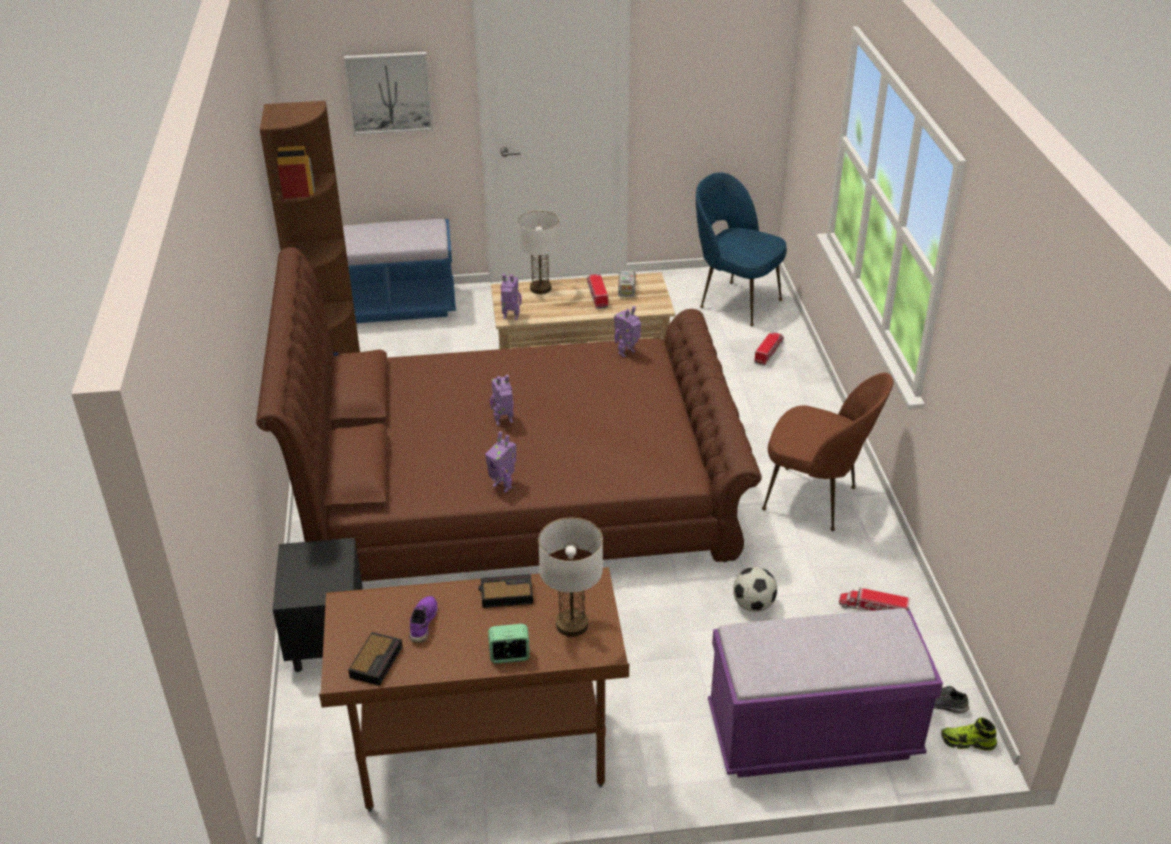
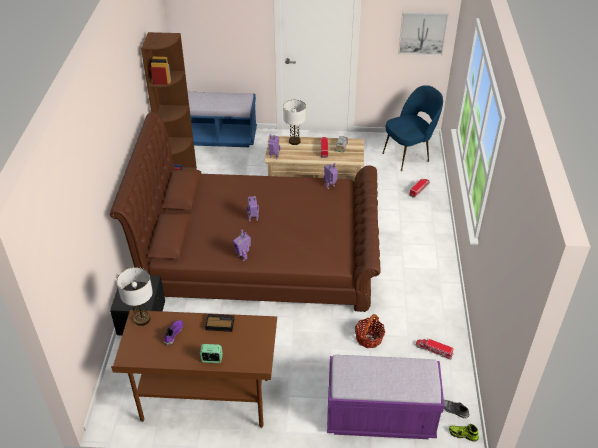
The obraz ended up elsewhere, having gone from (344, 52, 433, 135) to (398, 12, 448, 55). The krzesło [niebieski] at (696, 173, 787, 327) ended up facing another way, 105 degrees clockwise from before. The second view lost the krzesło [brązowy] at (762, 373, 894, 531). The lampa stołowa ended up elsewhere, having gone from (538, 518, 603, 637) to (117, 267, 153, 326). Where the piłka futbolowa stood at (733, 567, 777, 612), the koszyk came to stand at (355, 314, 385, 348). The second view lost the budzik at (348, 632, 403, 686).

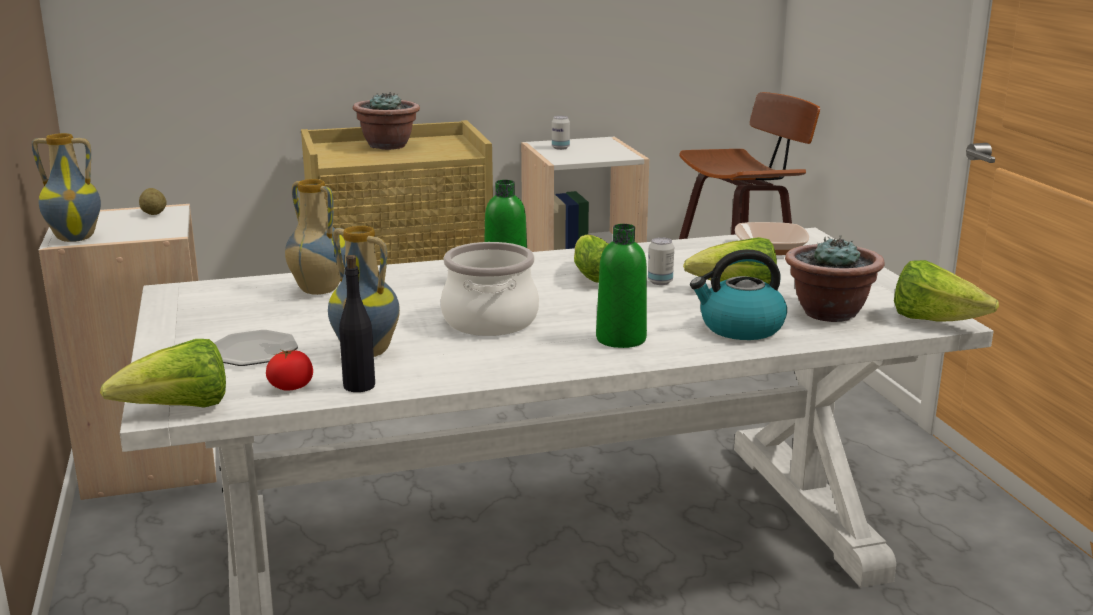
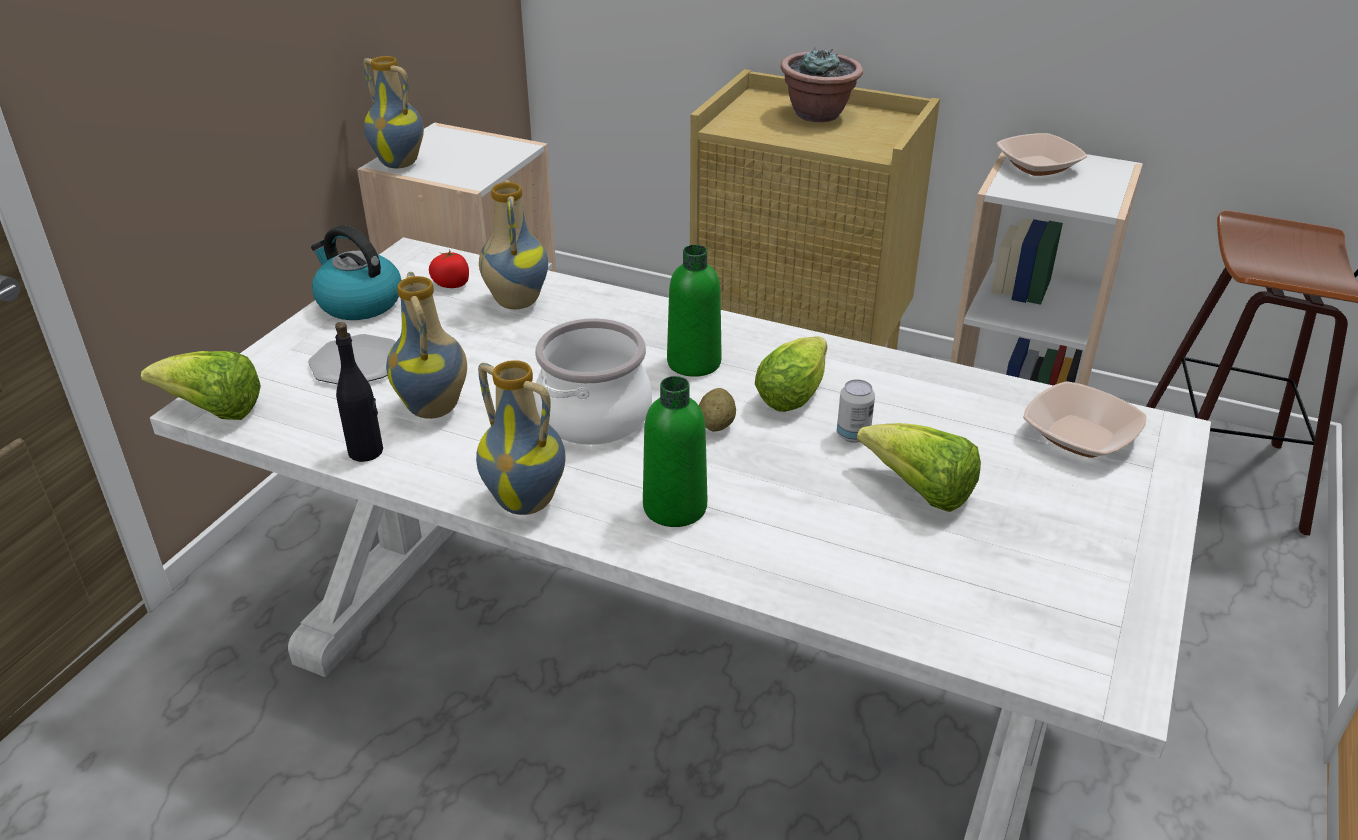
Where the puszka stood at (552, 116, 570, 150), the miska came to stand at (997, 133, 1087, 176). The ziemniak ended up elsewhere, having gone from (139, 188, 167, 215) to (699, 388, 736, 432). The second view lost the roślina doniczkowa at (785, 235, 885, 322). The czajnik ended up elsewhere, having gone from (690, 249, 787, 340) to (311, 225, 402, 320). The second view lost the sałata at (894, 260, 999, 322). The pomidor ended up elsewhere, having gone from (266, 349, 313, 391) to (429, 250, 469, 288). The second view gained the wazon at (476, 360, 566, 515).

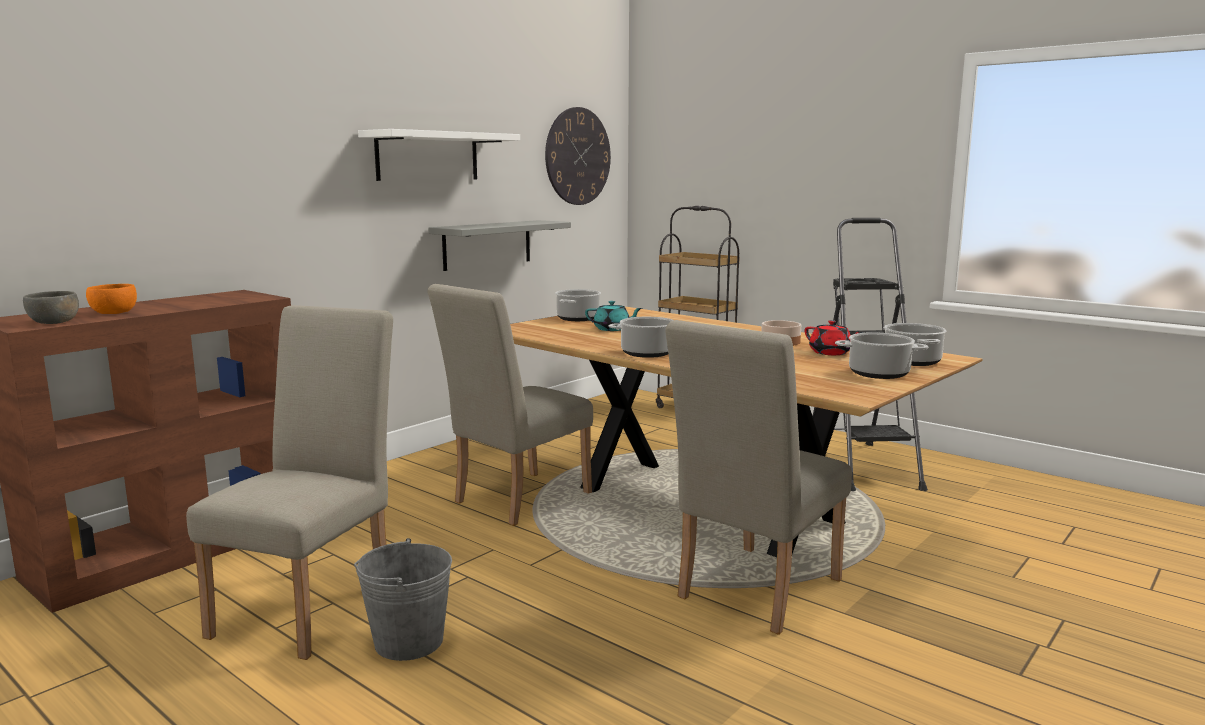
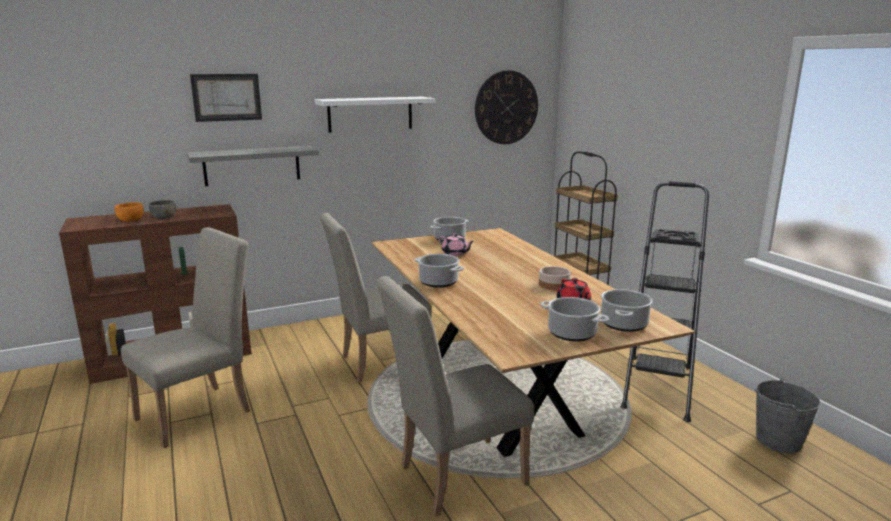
The półka [szary] ended up elsewhere, having gone from (428, 220, 571, 271) to (187, 146, 319, 186). The miska [szary] ended up elsewhere, having gone from (23, 291, 79, 324) to (149, 200, 176, 219). What was the imbryk [turkusowy] at (585, 301, 642, 331) turned into the imbryk [różowy] at (439, 233, 474, 256). The wiadro [szary] ended up elsewhere, having gone from (354, 538, 452, 661) to (755, 379, 821, 453). The second view gained the obraz at (190, 74, 262, 122).

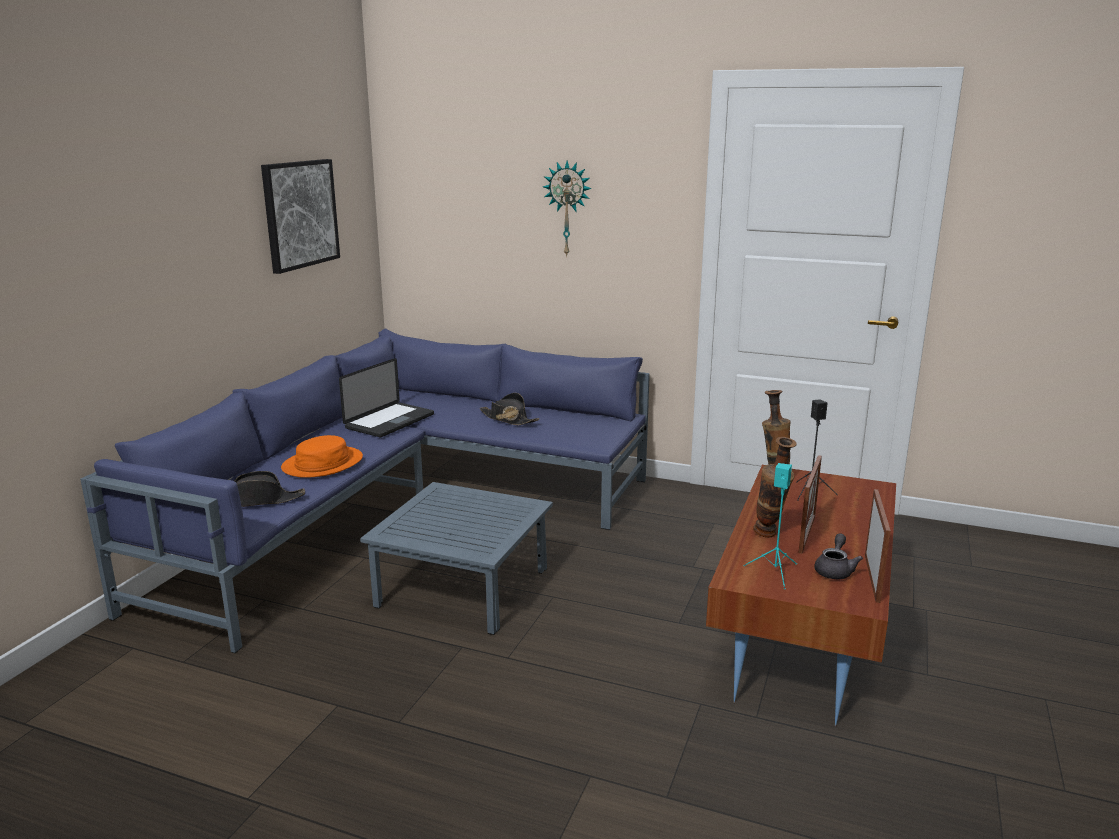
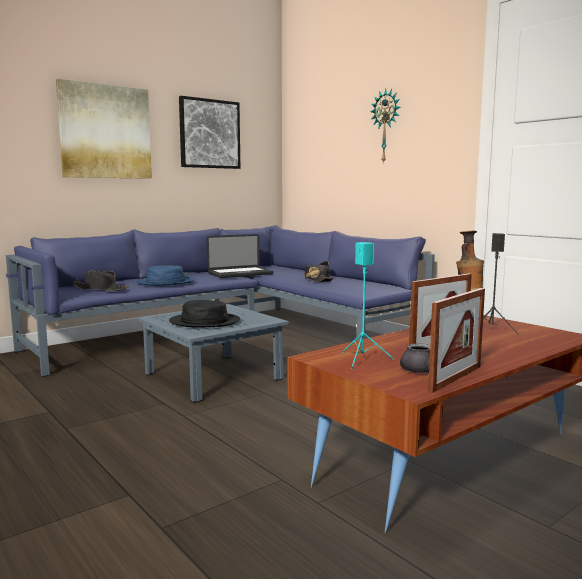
What was the kapelusz [pomarańczowy] at (281, 435, 363, 478) turned into the kapelusz [niebieski] at (136, 265, 195, 286). The second view lost the wazon at (753, 437, 797, 538). The second view gained the obraz at (56, 79, 152, 179). The second view gained the kapelusz [czarny] at (169, 300, 240, 328).

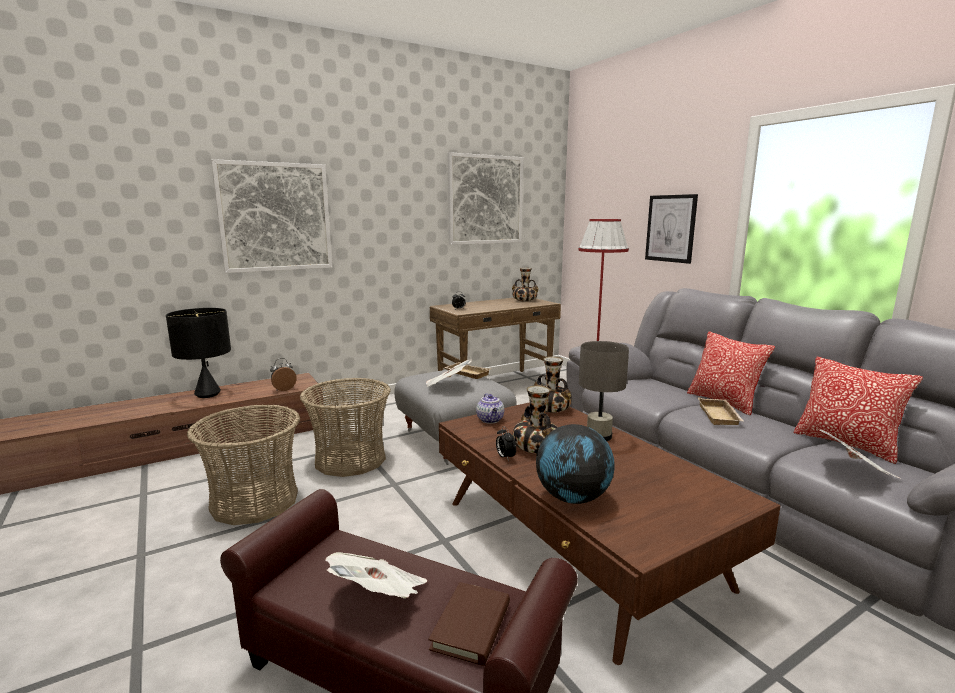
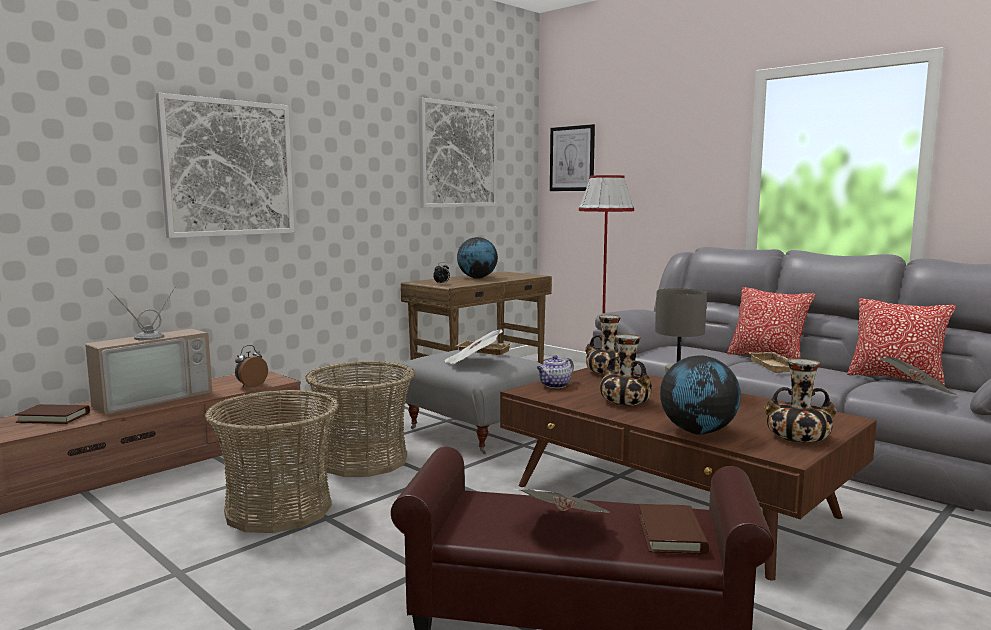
The obraz ended up elsewhere, having gone from (645, 194, 698, 264) to (550, 124, 595, 191). The wazon ended up elsewhere, having gone from (512, 268, 539, 302) to (764, 358, 836, 443). Where the lampa stołowa [czarny] stood at (166, 308, 231, 398), the telewizor came to stand at (85, 282, 212, 415). The imbryk at (476, 393, 504, 424) ended up facing another way, 75 degrees clockwise from before. The second view lost the budzik at (496, 426, 516, 461). The second view gained the globus at (457, 237, 498, 279). The second view gained the książka [brązowy] at (15, 404, 90, 424).

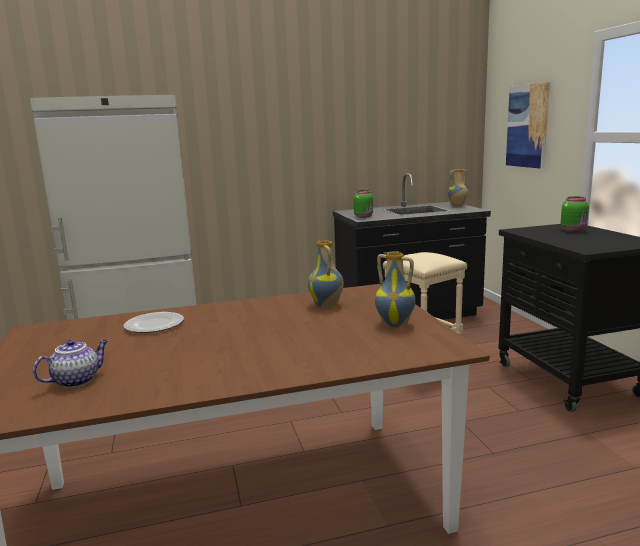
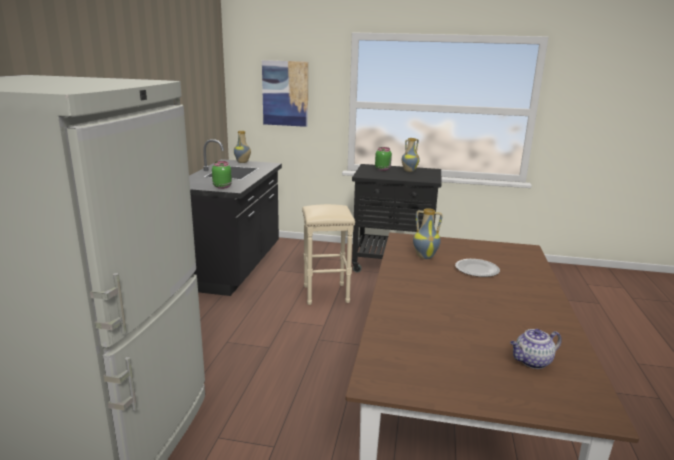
The wazon ended up elsewhere, having gone from (375, 252, 416, 328) to (401, 138, 420, 172). The talerz ended up elsewhere, having gone from (123, 312, 184, 333) to (455, 259, 500, 277). The imbryk at (33, 339, 108, 388) ended up facing another way, 90 degrees counterclockwise from before.

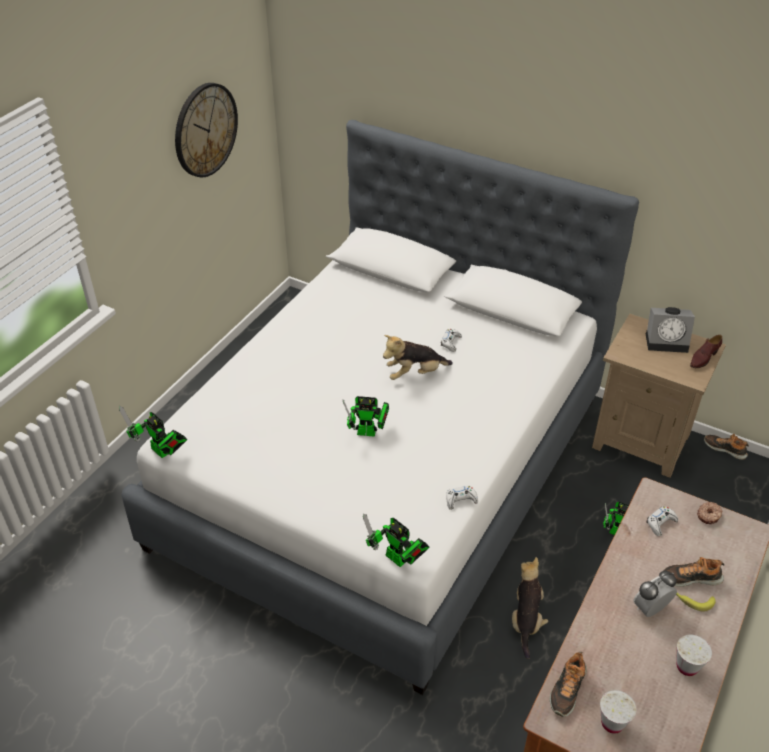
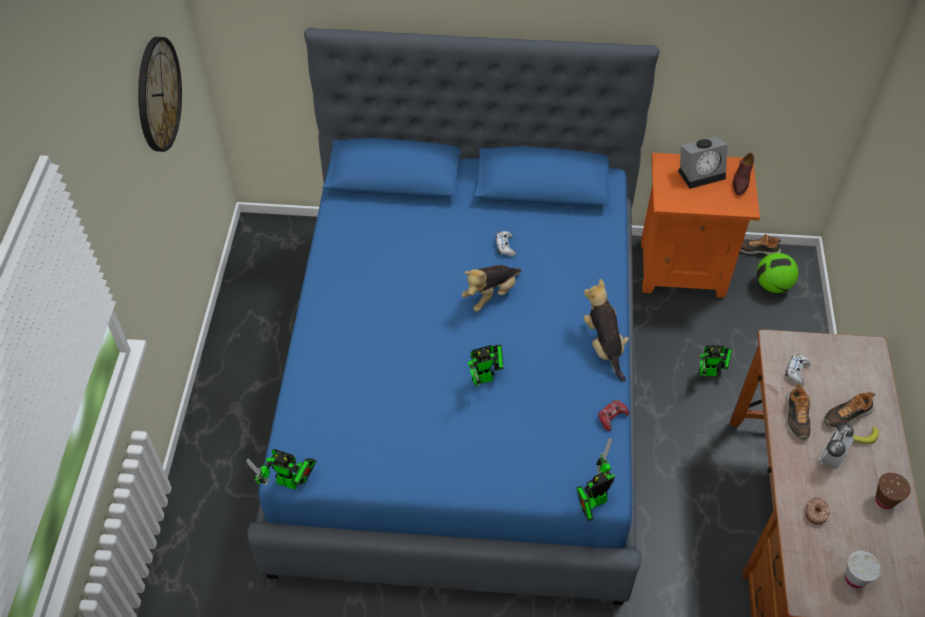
What was the łóżko [biały] at (121, 120, 639, 695) turned into the łóżko [niebieski] at (247, 27, 659, 605). What was the szafka nocna [beżowy] at (592, 314, 726, 478) turned into the szafka nocna [pomarańczowy] at (641, 153, 760, 298). What was the pad do gier [biały] at (446, 486, 478, 510) turned into the pad do gier [czerwony] at (598, 400, 630, 431). The donut ended up elsewhere, having gone from (697, 502, 723, 524) to (805, 497, 830, 525). The robot zabawkowy at (363, 514, 429, 567) ended up facing another way, 135 degrees clockwise from before. The pluszak ended up elsewhere, having gone from (512, 557, 548, 659) to (584, 279, 629, 382). What was the filiżanka [biały] at (676, 635, 712, 676) turned into the filiżanka [brązowy] at (875, 473, 911, 509). The but ended up elsewhere, having gone from (550, 652, 587, 717) to (786, 383, 811, 439). The second view gained the piłka futbolowa at (757, 253, 798, 293).

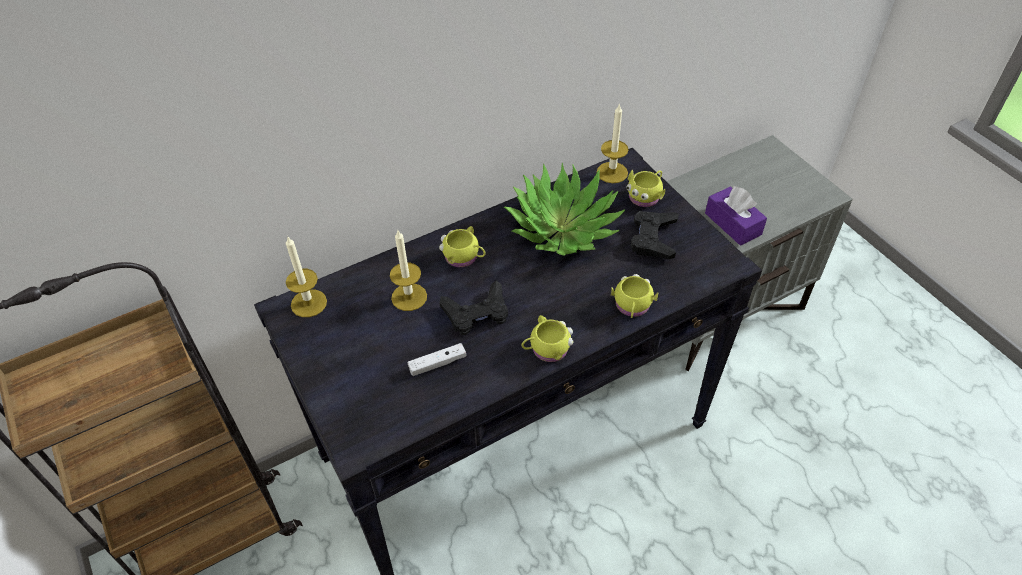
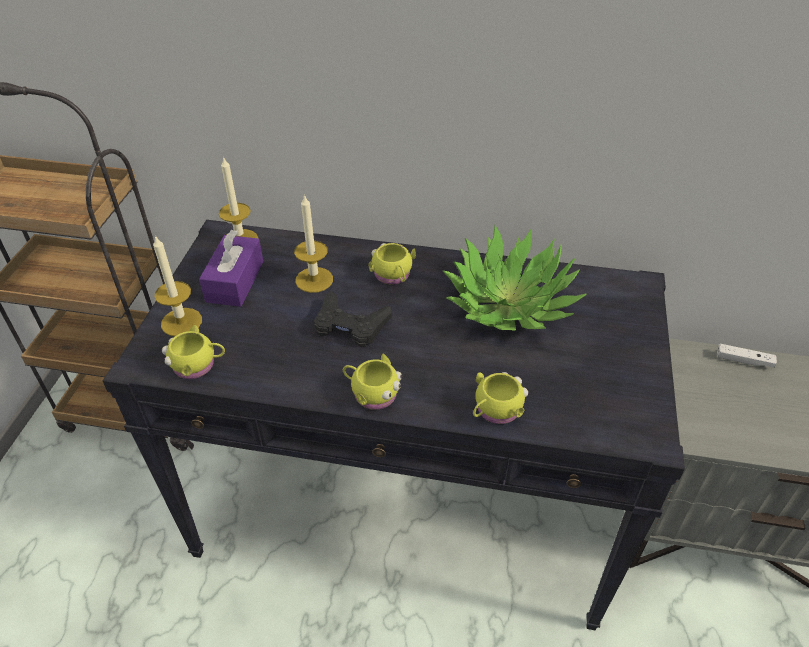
The świeca ended up elsewhere, having gone from (597, 103, 629, 183) to (153, 235, 202, 336). The kubek [żółty] ended up elsewhere, having gone from (626, 170, 665, 207) to (162, 325, 225, 379). The pudełko chusteczek [fioletowy] ended up elsewhere, having gone from (705, 186, 767, 246) to (199, 230, 263, 307). The second view lost the pad do gier [czarny] at (631, 211, 679, 259). The pad do gier [biały] ended up elsewhere, having gone from (407, 343, 466, 376) to (717, 344, 777, 368).

